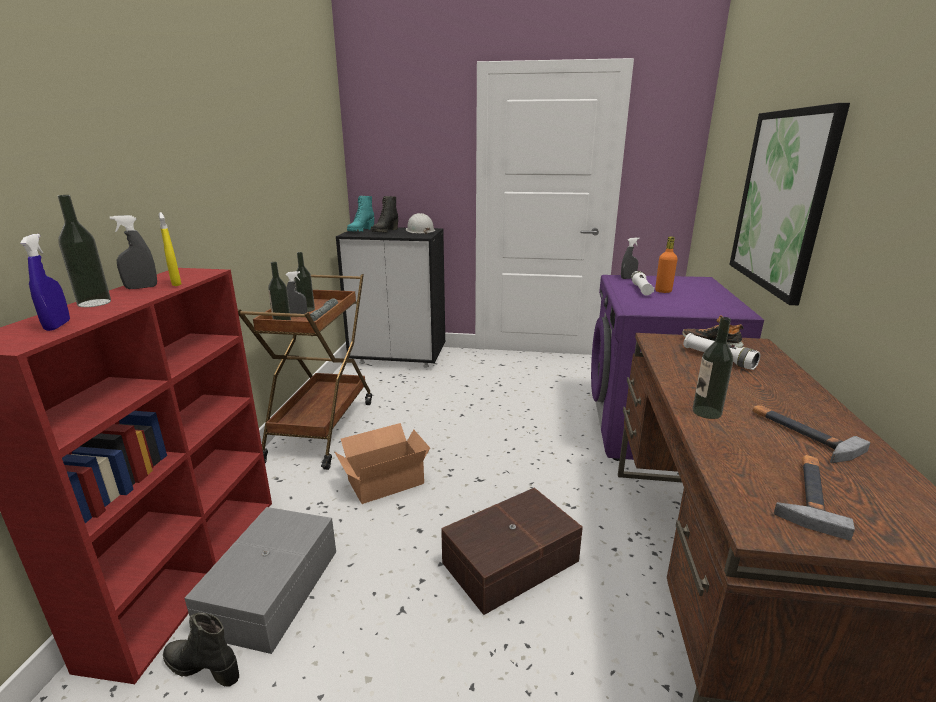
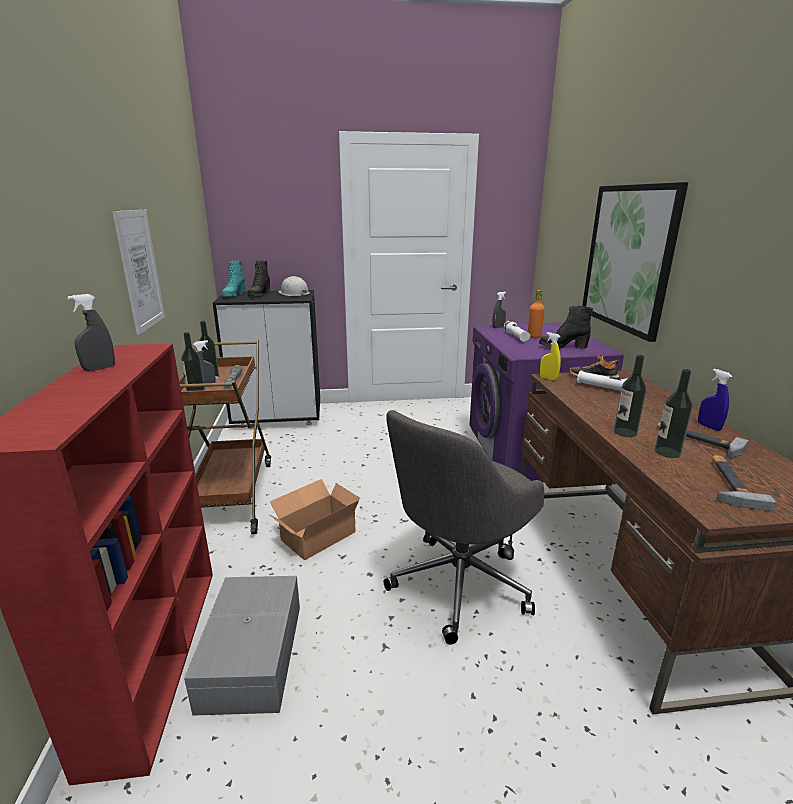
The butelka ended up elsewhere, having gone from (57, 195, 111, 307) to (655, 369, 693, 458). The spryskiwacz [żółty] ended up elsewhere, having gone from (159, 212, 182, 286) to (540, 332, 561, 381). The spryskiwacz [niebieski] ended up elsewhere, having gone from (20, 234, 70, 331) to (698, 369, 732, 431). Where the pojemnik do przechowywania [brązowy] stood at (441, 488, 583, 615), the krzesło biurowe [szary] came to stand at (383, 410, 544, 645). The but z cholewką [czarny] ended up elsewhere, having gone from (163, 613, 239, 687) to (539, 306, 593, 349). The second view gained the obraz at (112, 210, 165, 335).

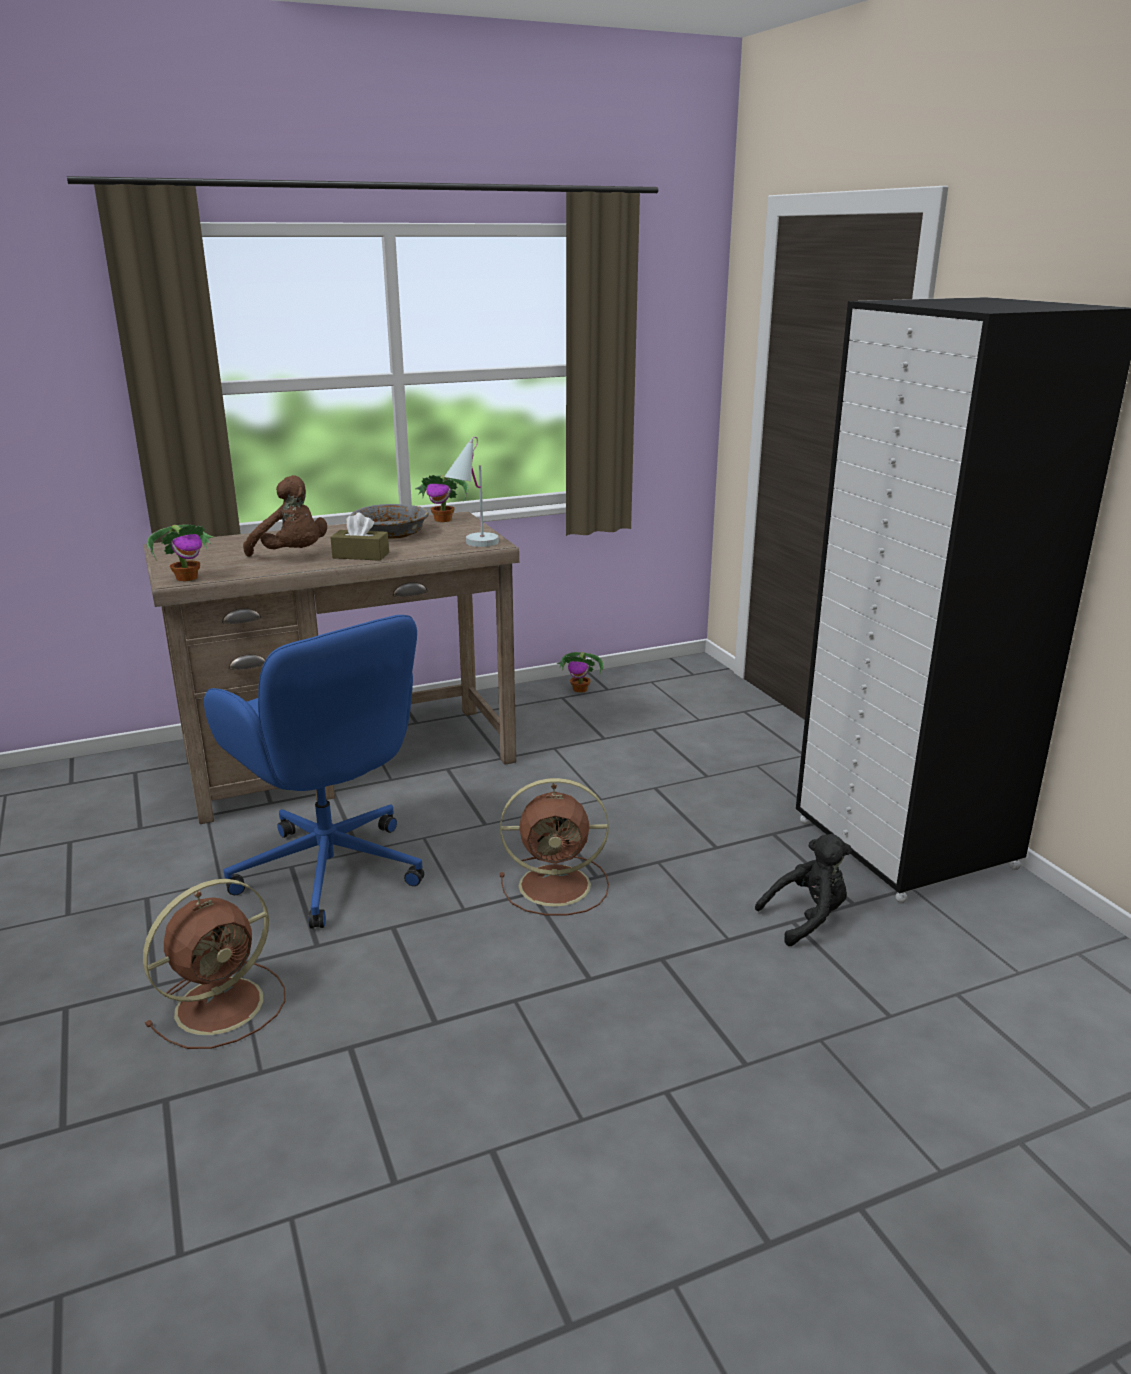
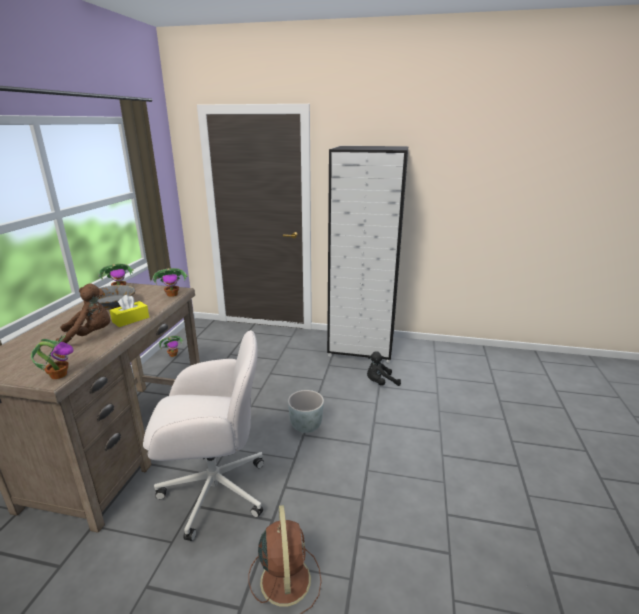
Where the lampa stołowa [biały] stood at (444, 436, 499, 547), the roślina doniczkowa came to stand at (152, 268, 187, 297). What was the pudełko chusteczek [brązowy] at (330, 513, 389, 561) turned into the pudełko chusteczek [żółty] at (110, 295, 149, 327). What was the krzesło biurowe [niebieski] at (204, 615, 424, 929) turned into the krzesło biurowe [biały] at (143, 330, 264, 541). Where the wentylator [brązowy] stood at (500, 778, 609, 916), the donica [szary] came to stand at (288, 390, 324, 433). The pluszak [czarny] at (755, 834, 852, 946) ended up facing another way, 120 degrees counterclockwise from before.

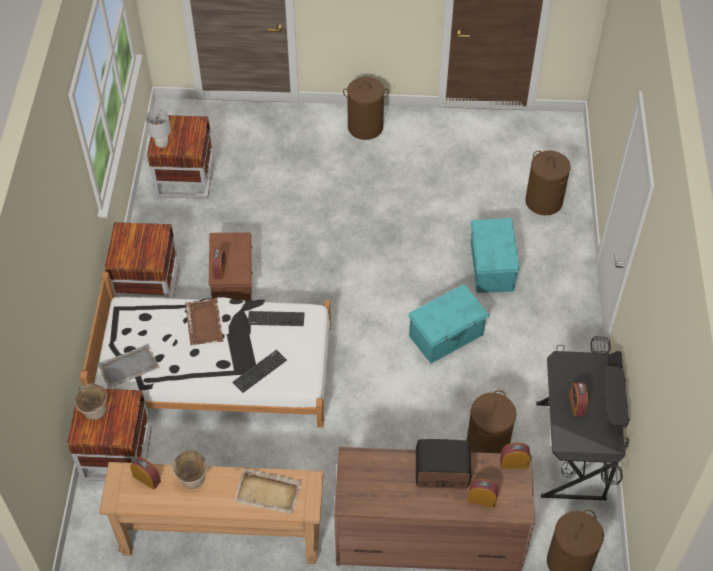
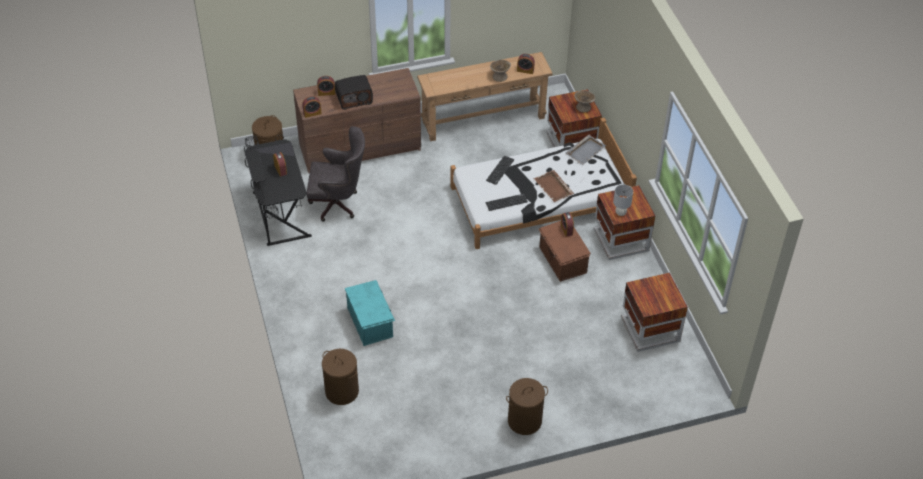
The lampa stołowa [szary] ended up elsewhere, having gone from (146, 109, 171, 148) to (613, 184, 633, 216). The second view lost the pojemnik do przechowywania [turkusowy] at (408, 284, 490, 363). Where the kosz na pranie [brązowy] stood at (467, 390, 516, 453), the krzesło biurowe [szary] came to stand at (306, 126, 365, 222). The second view lost the taca [beżowy] at (233, 468, 302, 514).

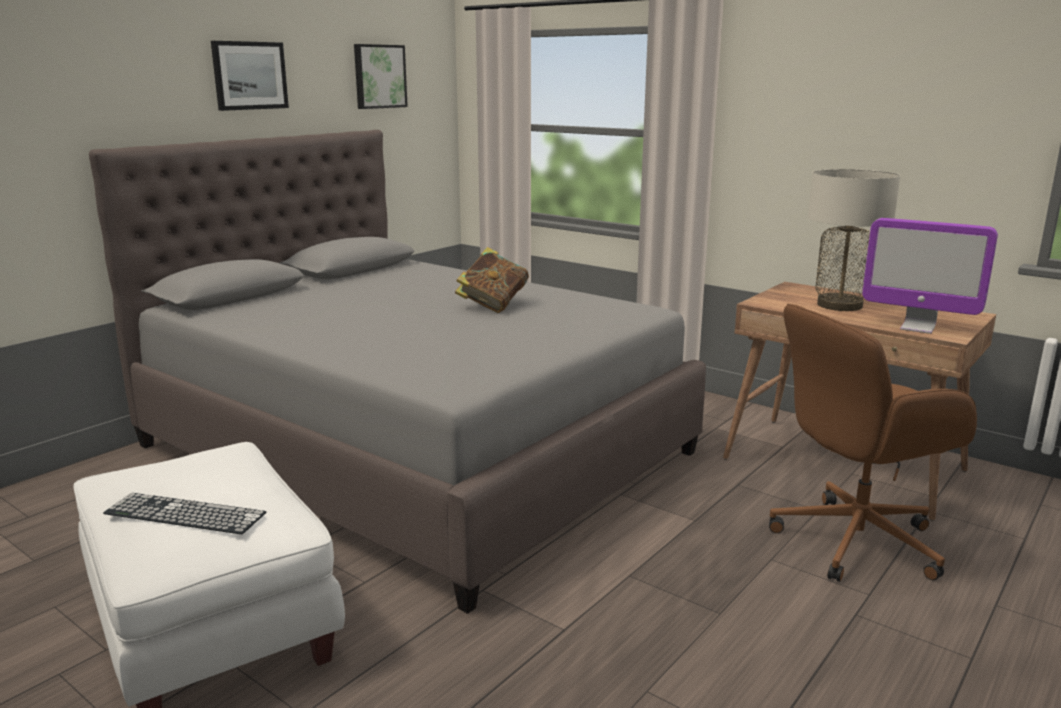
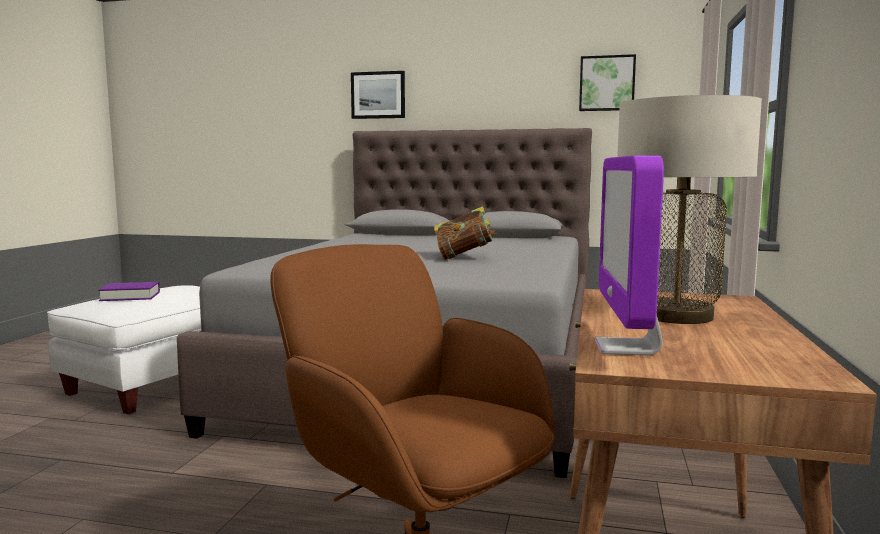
The obraz ended up elsewhere, having gone from (211, 41, 289, 111) to (351, 71, 405, 119). Where the klawiatura stood at (103, 493, 266, 534), the książka [fioletowy] came to stand at (98, 282, 160, 301).

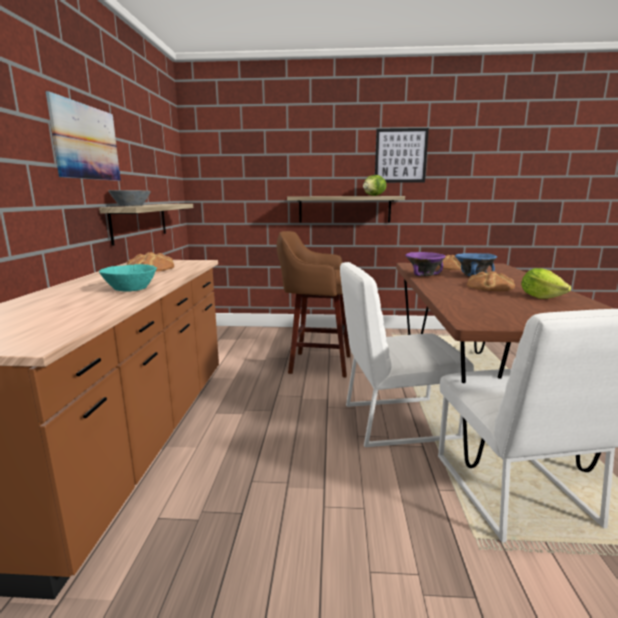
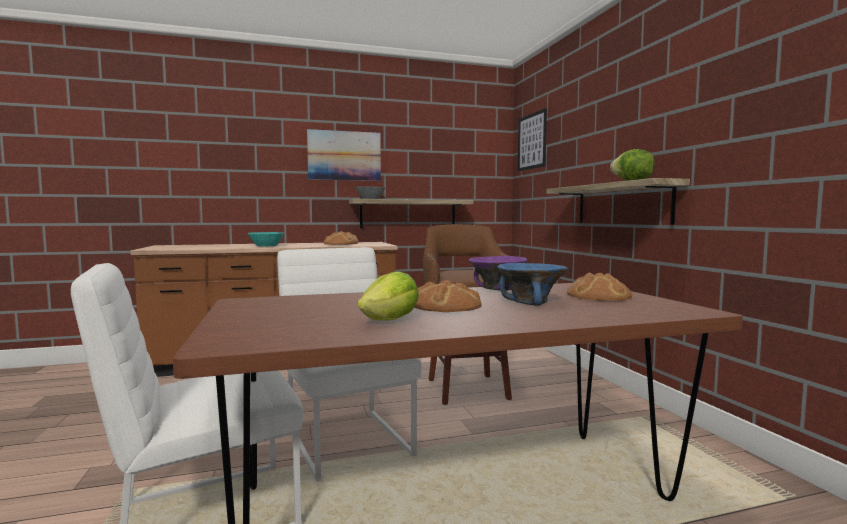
The obraz ended up elsewhere, having gone from (375, 128, 429, 183) to (518, 108, 547, 171).

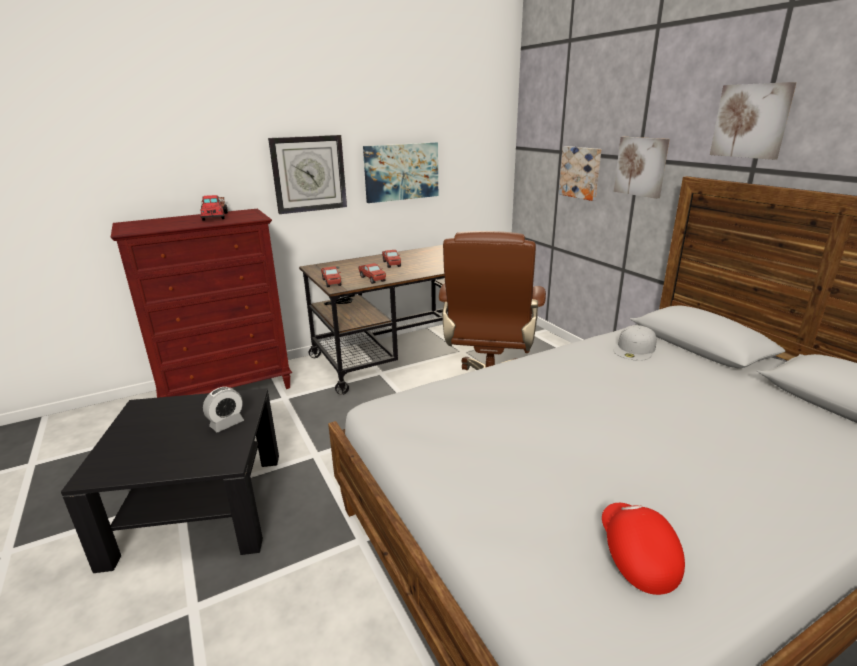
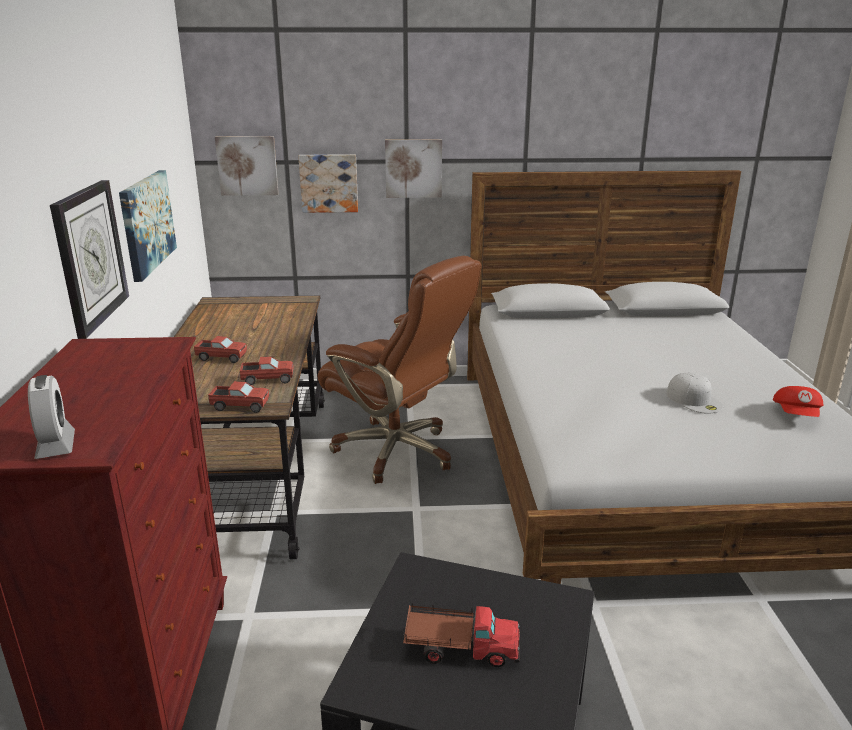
The obraz ended up elsewhere, having gone from (710, 82, 797, 160) to (215, 136, 279, 196). The ciężarówka zabawkowa ended up elsewhere, having gone from (200, 195, 228, 221) to (403, 603, 520, 667). The czapka z daszkiem [biały] ended up elsewhere, having gone from (613, 325, 657, 361) to (667, 372, 724, 414). The budzik ended up elsewhere, having gone from (203, 387, 244, 432) to (28, 375, 75, 459). The czapka z daszkiem [czerwony] at (602, 503, 685, 595) ended up facing another way, 90 degrees counterclockwise from before.

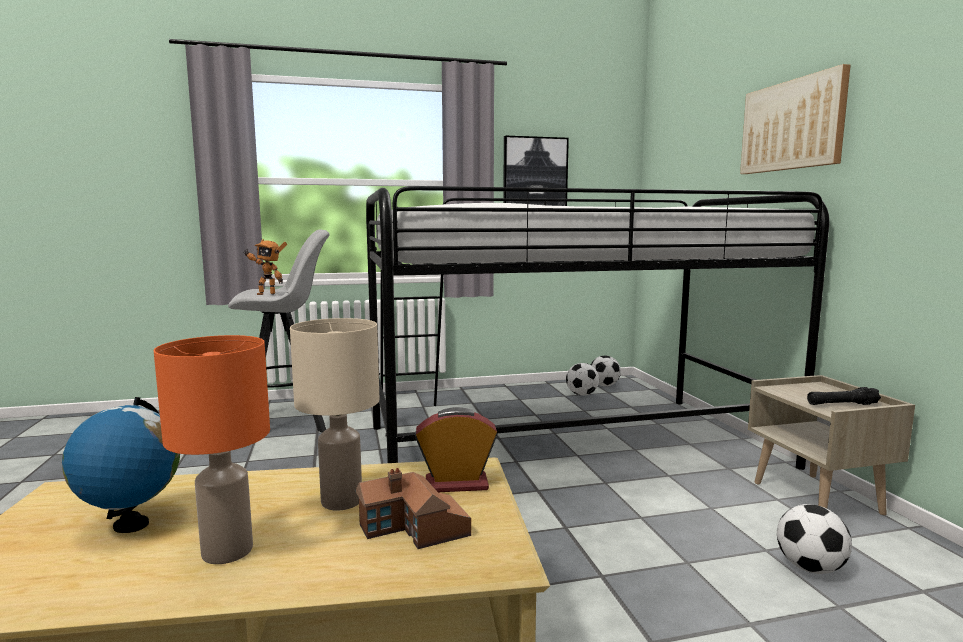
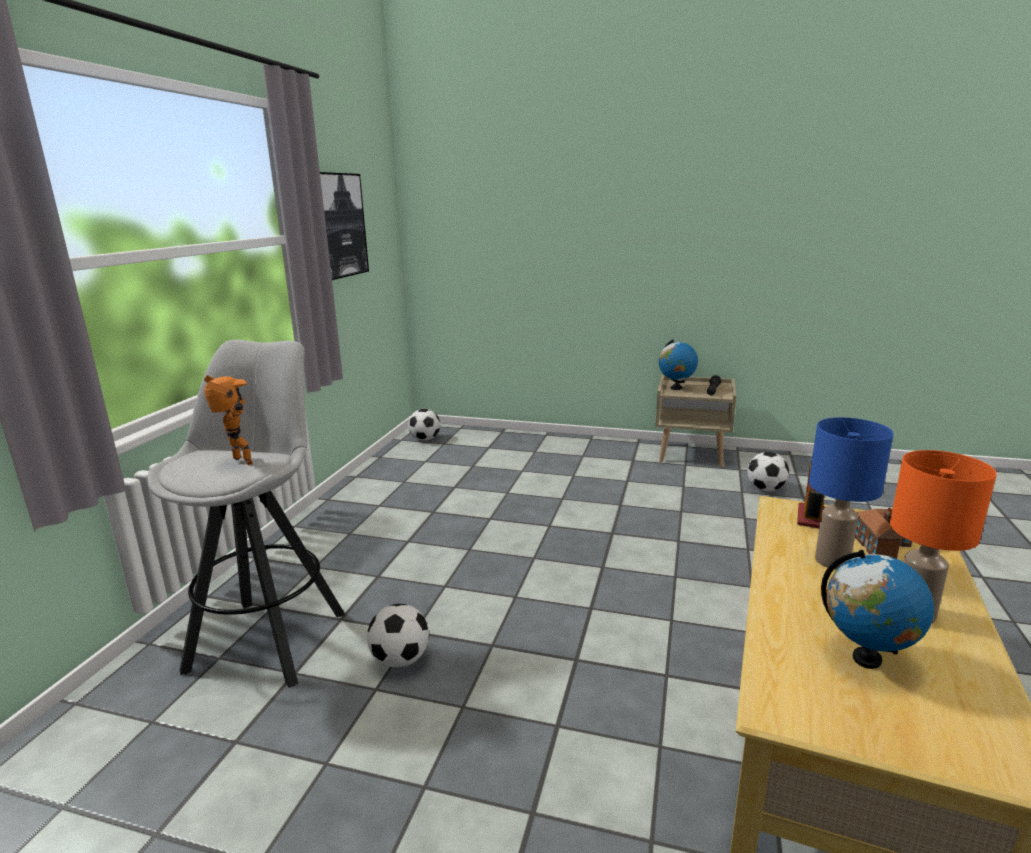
The second view lost the obraz at (740, 64, 851, 174). The second view lost the łóżko [czarny] at (366, 186, 830, 470). The robot zabawkowy at (243, 239, 287, 295) ended up facing another way, 75 degrees counterclockwise from before. What was the lampa stołowa [beżowy] at (290, 318, 379, 511) turned into the lampa stołowa [niebieski] at (809, 417, 894, 569). The piłka futbolowa ended up elsewhere, having gone from (566, 363, 599, 396) to (367, 604, 429, 668). The second view gained the globus at (659, 339, 698, 390).

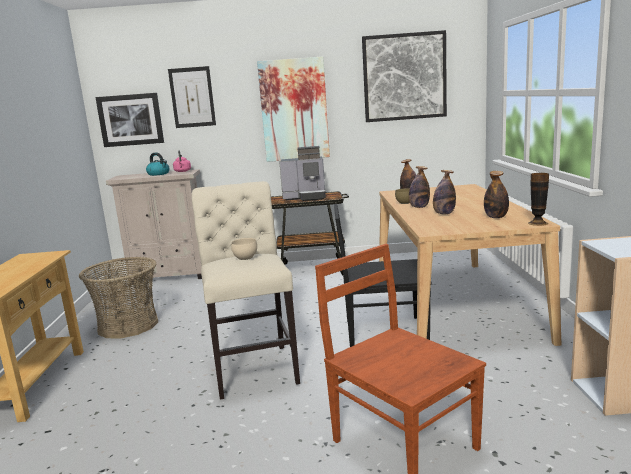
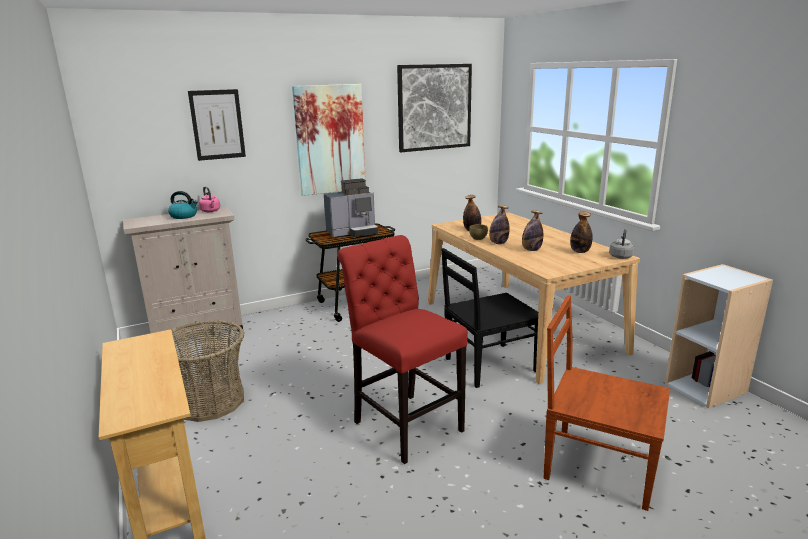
The second view lost the obraz at (95, 93, 164, 147). Where the wazon stood at (528, 173, 549, 226), the czajnik [szary] came to stand at (609, 229, 634, 259). What was the stołek [beżowy] at (192, 181, 300, 400) turned into the stołek [czerwony] at (337, 235, 468, 464). The second view lost the miska [beżowy] at (231, 238, 257, 260).

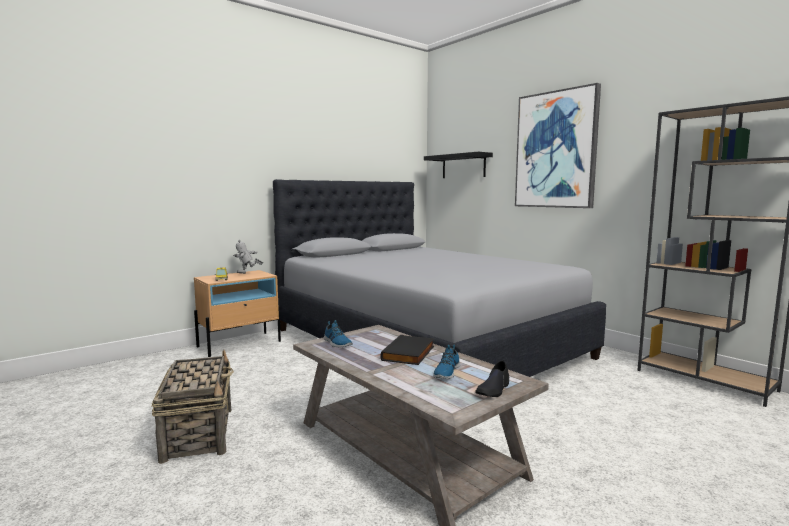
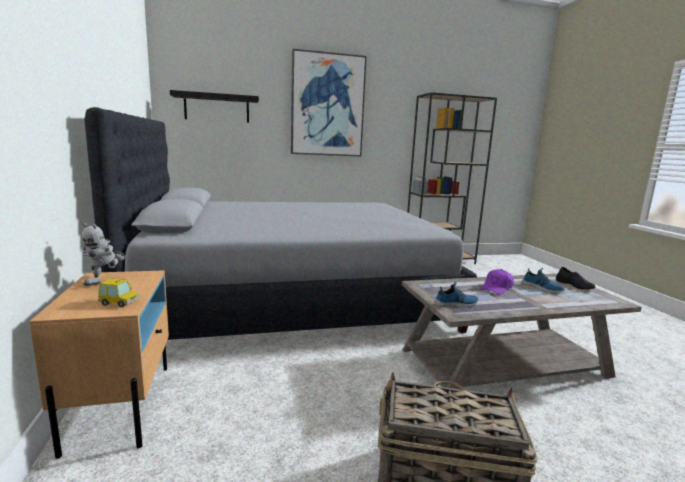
Where the książka [czarny] stood at (381, 335, 434, 365), the czapka z daszkiem [fioletowy] came to stand at (480, 269, 514, 295).

